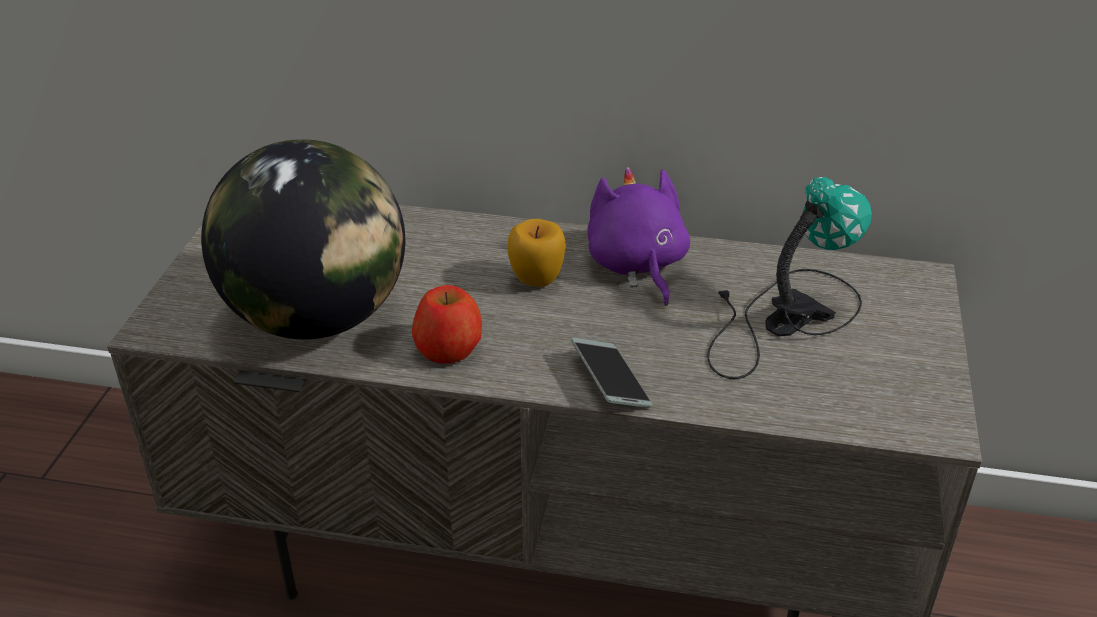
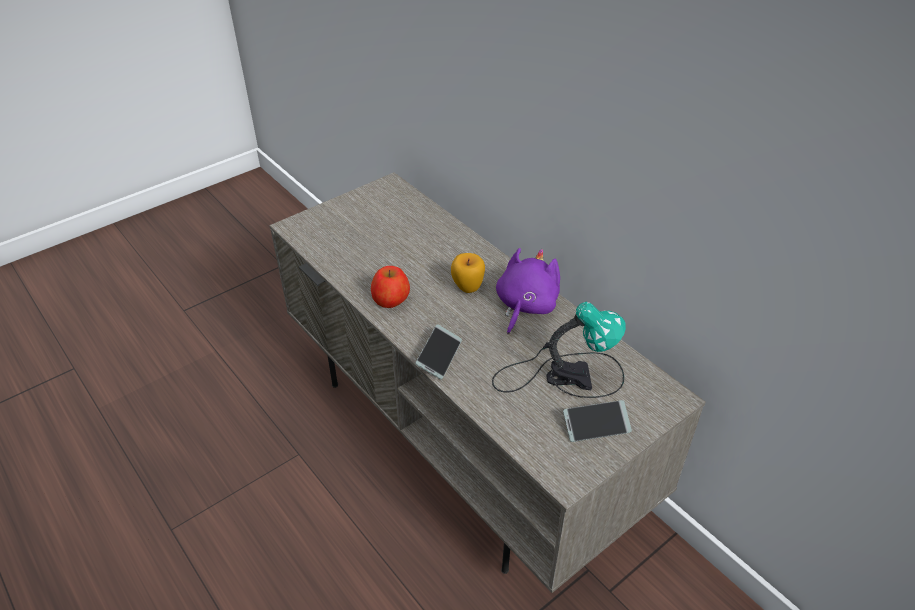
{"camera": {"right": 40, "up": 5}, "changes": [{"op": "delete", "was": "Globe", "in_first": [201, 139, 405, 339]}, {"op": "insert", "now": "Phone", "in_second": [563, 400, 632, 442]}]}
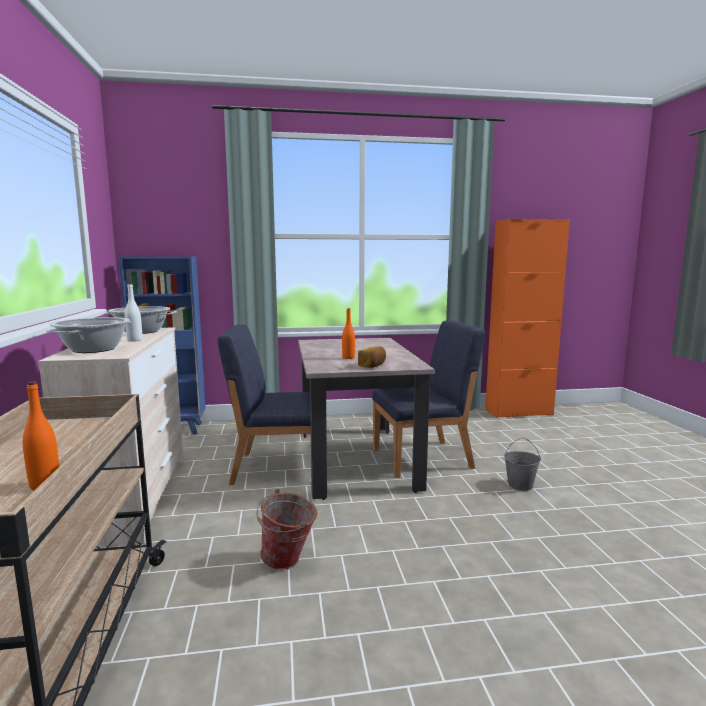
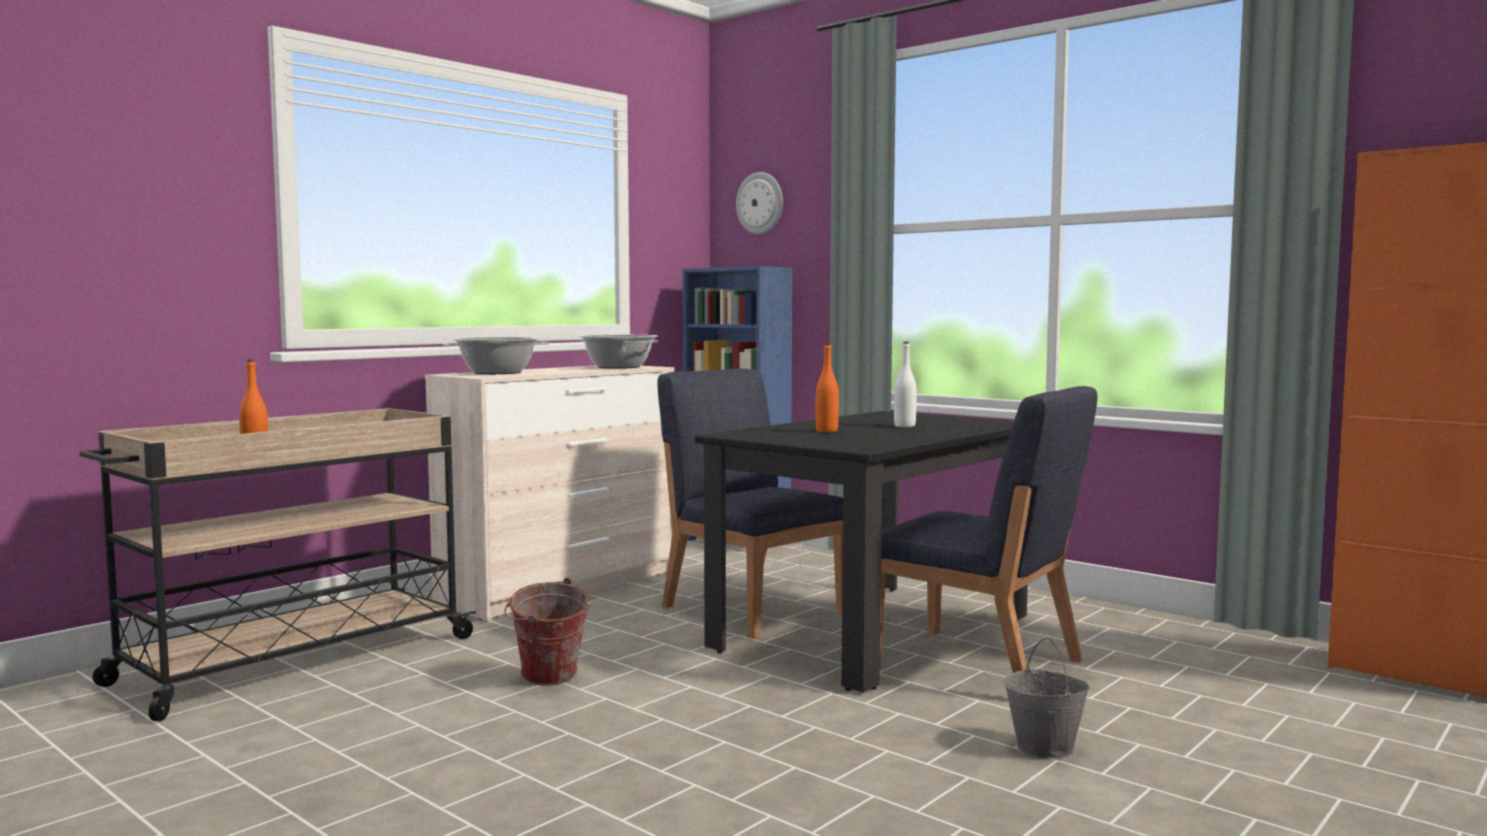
{"camera": {"right": 50, "up": -5}, "changes": [{"op": "move", "was": "WhiteBottle", "in_first": [125, 283, 142, 342], "in_second": [894, 342, 917, 427]}, {"op": "recolor", "was": "BeigeDiningTable", "now": "BlackDiningTable", "in_first": [298, 338, 435, 500], "in_second": [695, 411, 1028, 692]}, {"op": "delete", "was": "Bread", "in_first": [358, 346, 386, 368]}, {"op": "insert", "now": "WallClock", "in_second": [736, 172, 783, 234]}]}
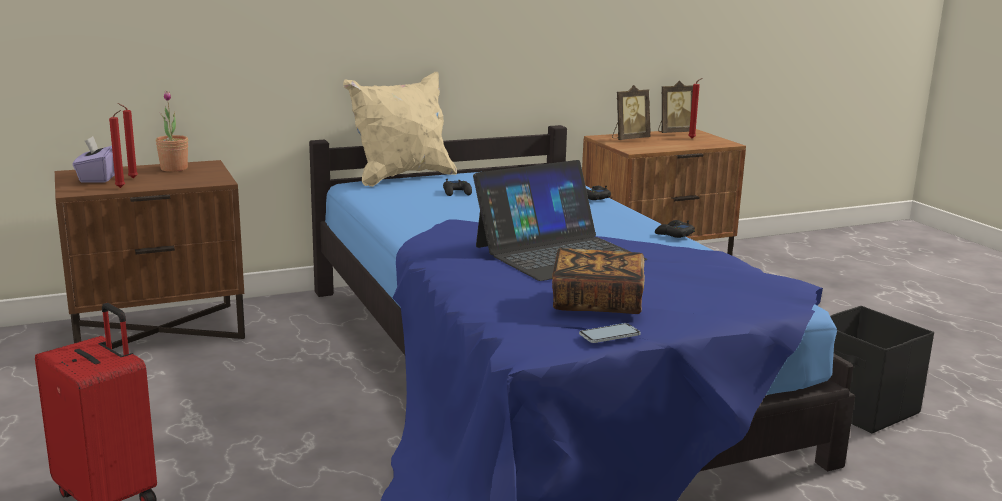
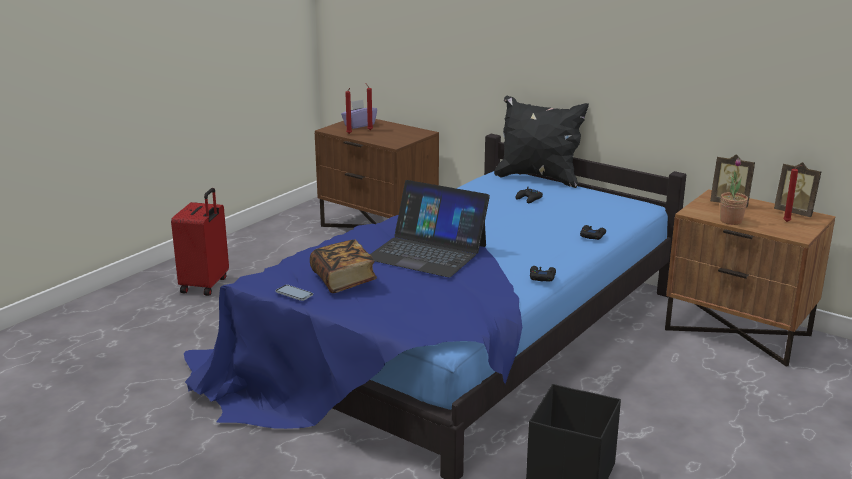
{"camera": {"right": 60, "up": 5}, "changes": [{"op": "recolor", "was": "BeigePillow", "now": "BlackPillow", "in_first": [343, 72, 457, 187], "in_second": [494, 95, 589, 188]}, {"op": "move", "was": "PottedPlant", "in_first": [156, 91, 188, 172], "in_second": [720, 158, 748, 225]}]}
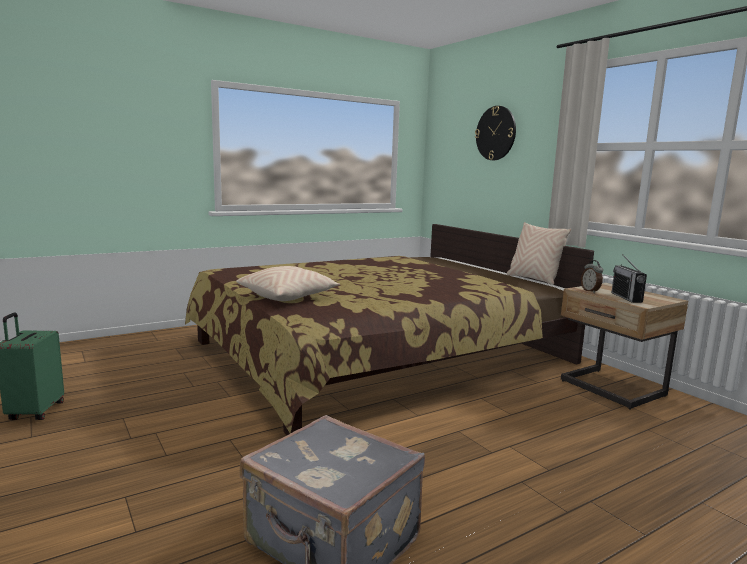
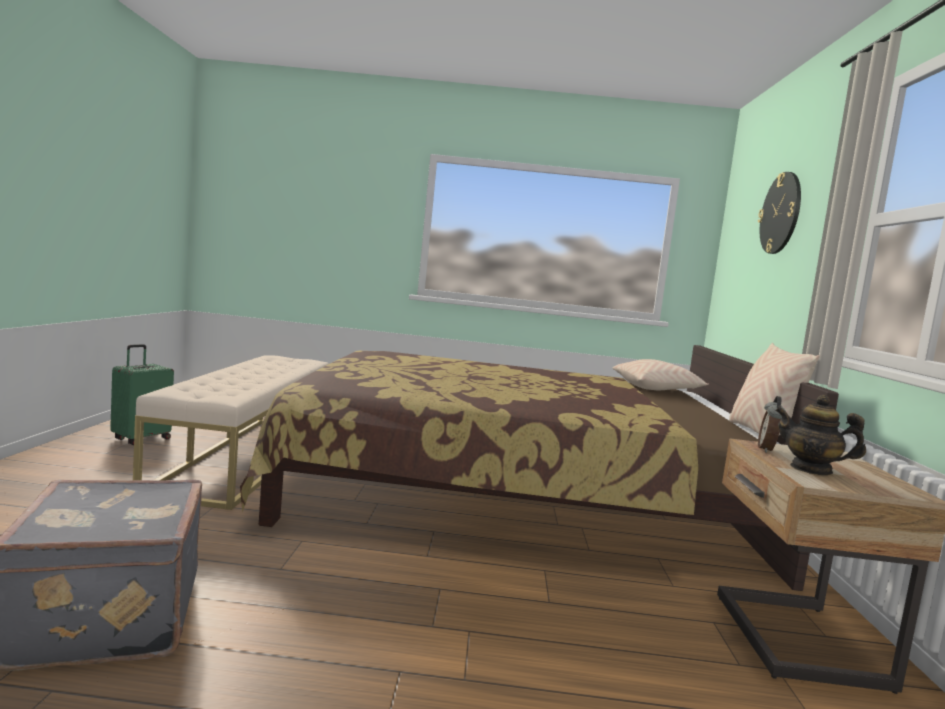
{"camera": {"right": 35, "up": -5}, "changes": [{"op": "replace", "was": "Radio", "now": "Teapot", "in_first": [612, 254, 647, 303], "in_second": [775, 395, 866, 475]}, {"op": "move", "was": "BeigePillow", "in_first": [236, 266, 340, 301], "in_second": [613, 359, 709, 390]}, {"op": "insert", "now": "BeigeBench", "in_second": [133, 355, 329, 510]}]}
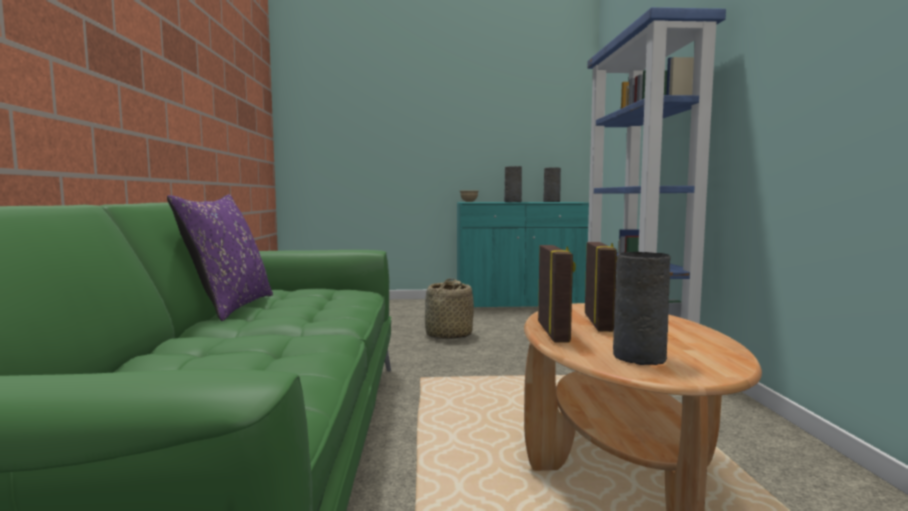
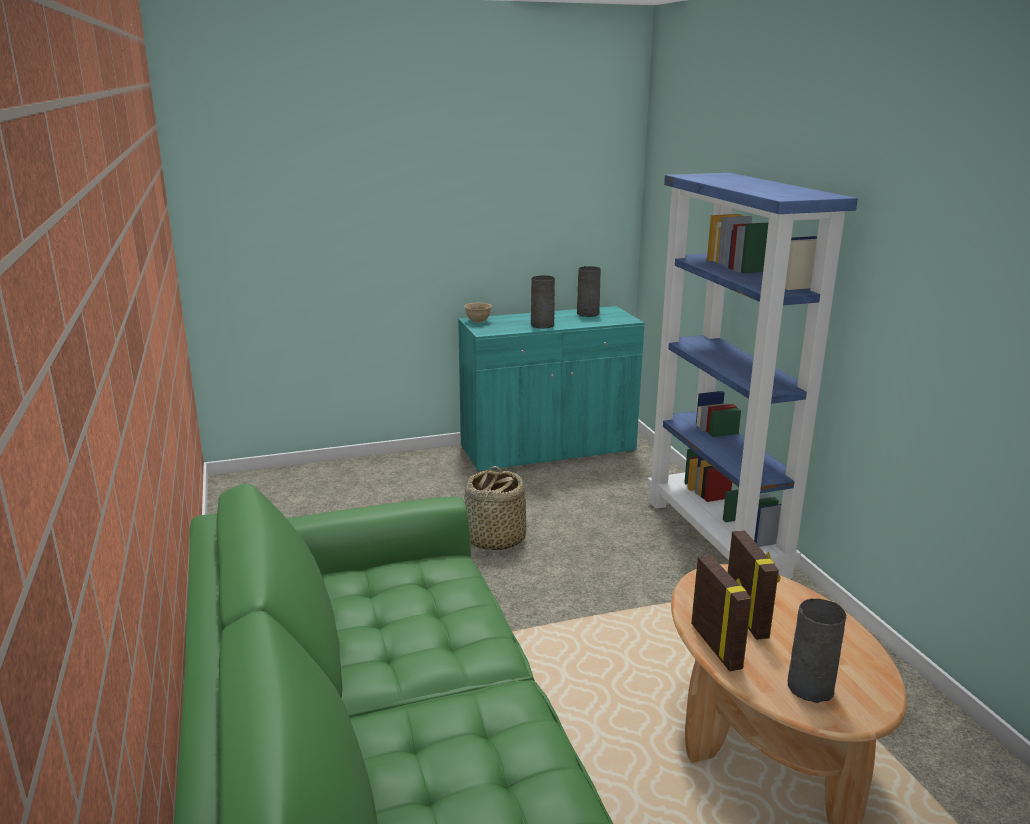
{"camera": {"right": -15, "up": 15}, "changes": [{"op": "delete", "was": "PurplePillow", "in_first": [167, 194, 273, 321]}]}
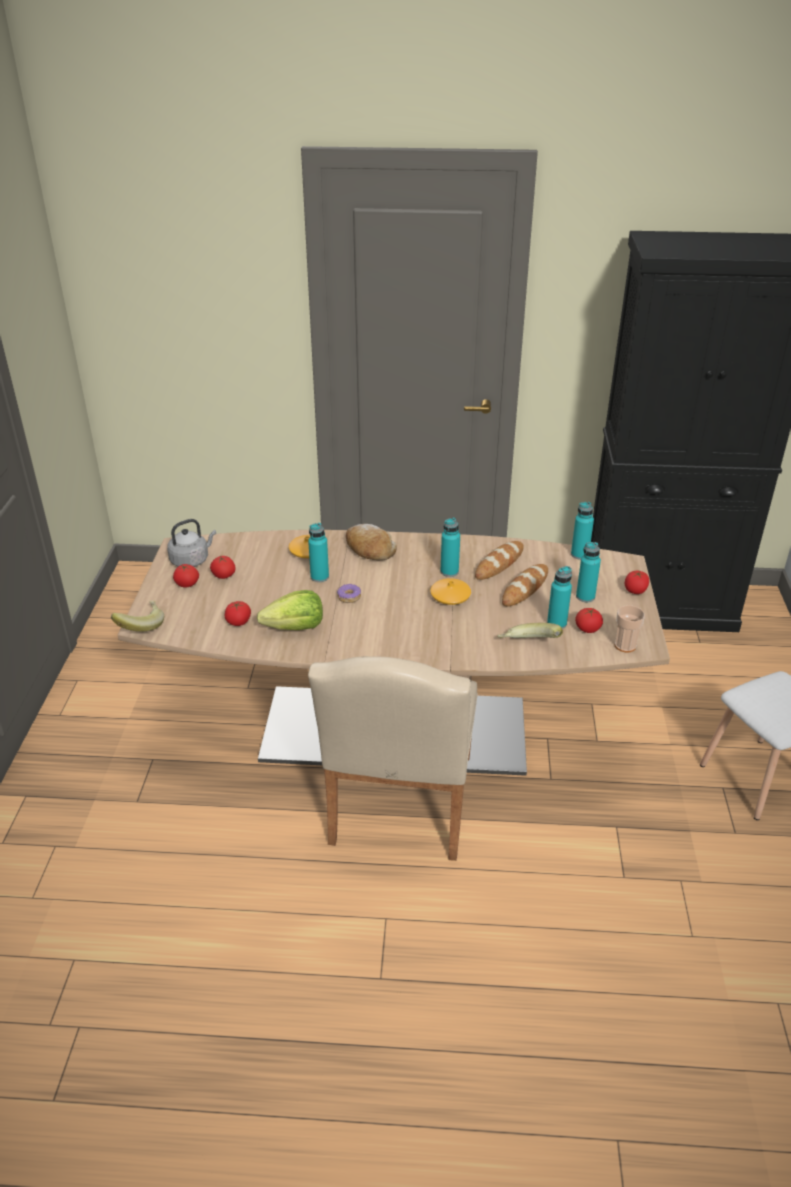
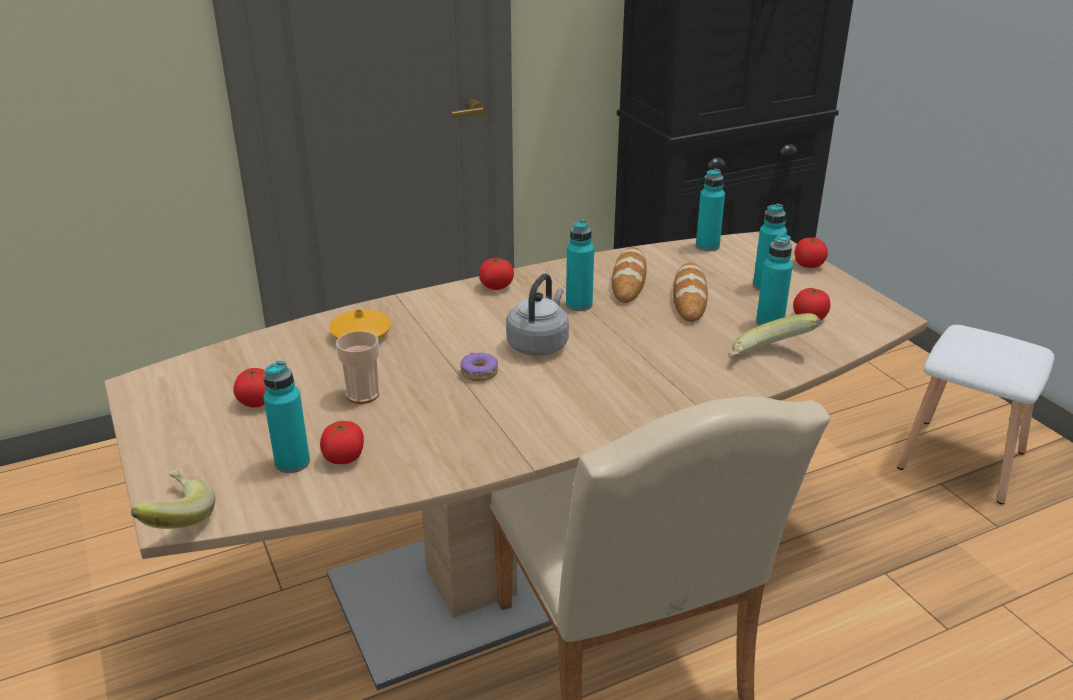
{"camera": {"right": -30, "up": -5}, "changes": [{"op": "move", "was": "GreyKettle", "in_first": [167, 519, 216, 567], "in_second": [506, 273, 569, 356]}, {"op": "move", "was": "TurquoiseBottle", "in_first": [308, 523, 329, 582], "in_second": [263, 361, 310, 473]}, {"op": "delete", "was": "Bread", "in_first": [346, 524, 396, 561]}, {"op": "move", "was": "Tomato", "in_first": [173, 564, 199, 588], "in_second": [479, 258, 514, 290]}, {"op": "delete", "was": "OrangeVase", "in_first": [430, 578, 471, 605]}, {"op": "delete", "was": "Lettuce", "in_first": [257, 590, 323, 630]}, {"op": "move", "was": "Cup", "in_first": [615, 605, 645, 653], "in_second": [336, 331, 379, 404]}]}
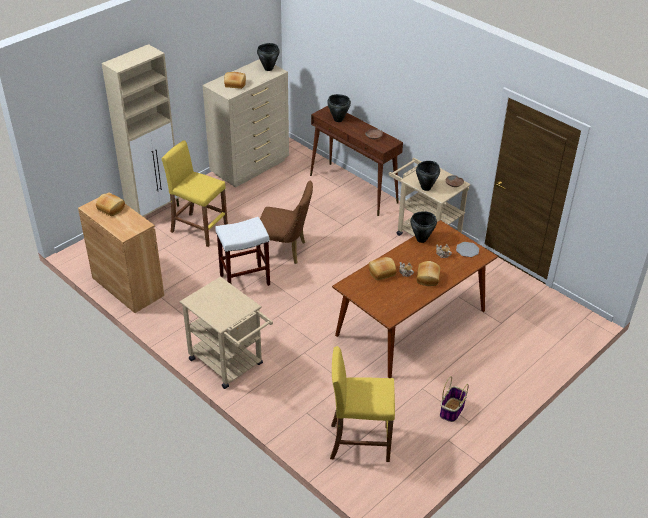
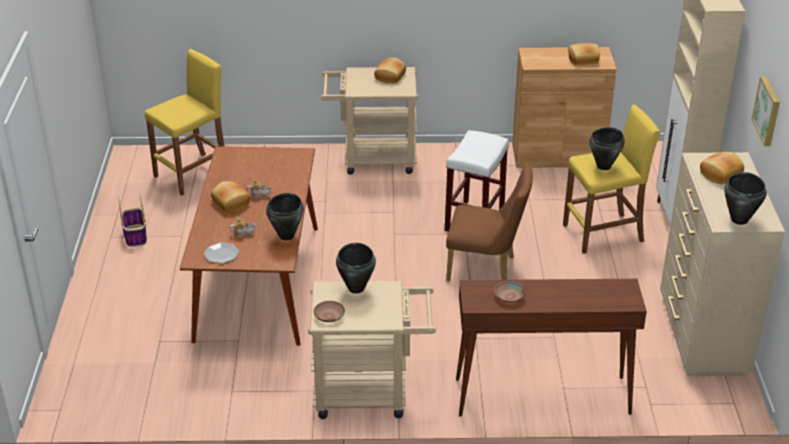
{"camera": {"right": 135, "up": -5}, "changes": [{"op": "move", "was": "BlackCookingPot", "in_first": [327, 94, 351, 122], "in_second": [589, 127, 625, 170]}, {"op": "rotate", "was": "BrownChair", "in_first": [256, 181, 313, 264], "in_second": [446, 164, 533, 281], "clockwise": -135}, {"op": "move", "was": "Bread", "in_first": [368, 257, 396, 280], "in_second": [374, 57, 406, 84]}, {"op": "insert", "now": "Picture", "in_second": [752, 77, 780, 146]}]}
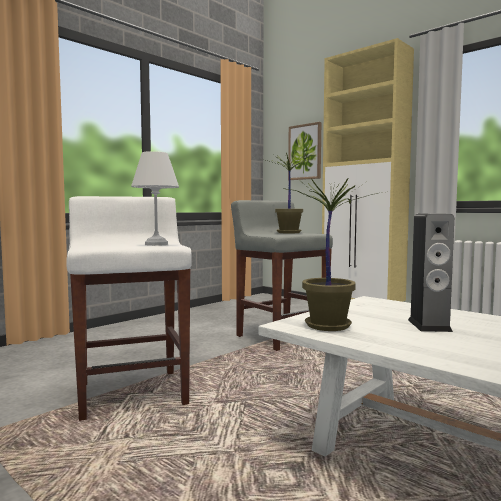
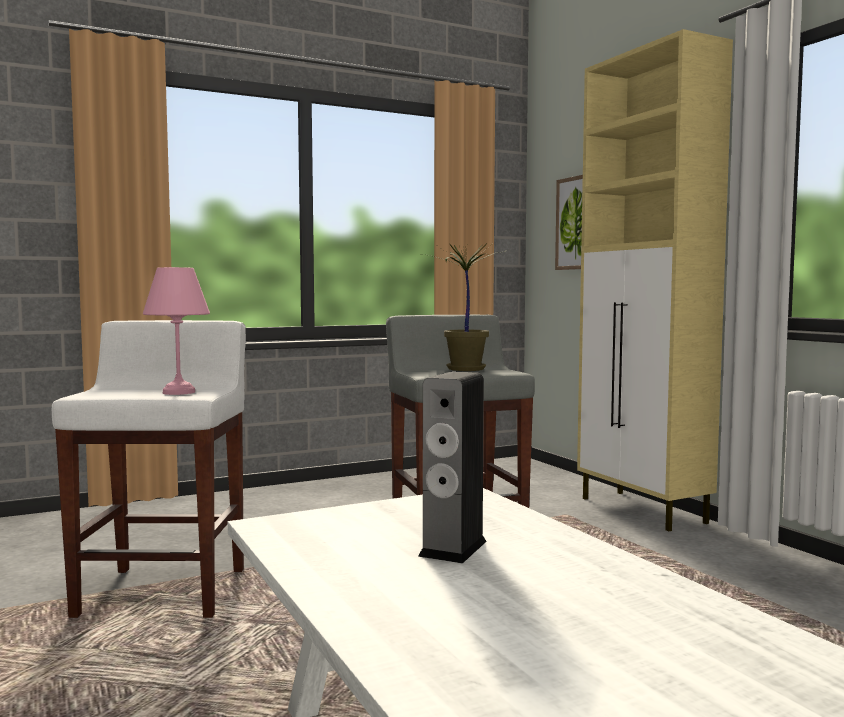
{"camera": {"right": 20, "up": 0}, "changes": [{"op": "recolor", "was": "WhiteTableLamp", "now": "PinkTableLamp", "in_first": [131, 151, 179, 246], "in_second": [143, 267, 210, 395]}, {"op": "delete", "was": "PottedPlant", "in_first": [282, 177, 383, 331]}]}
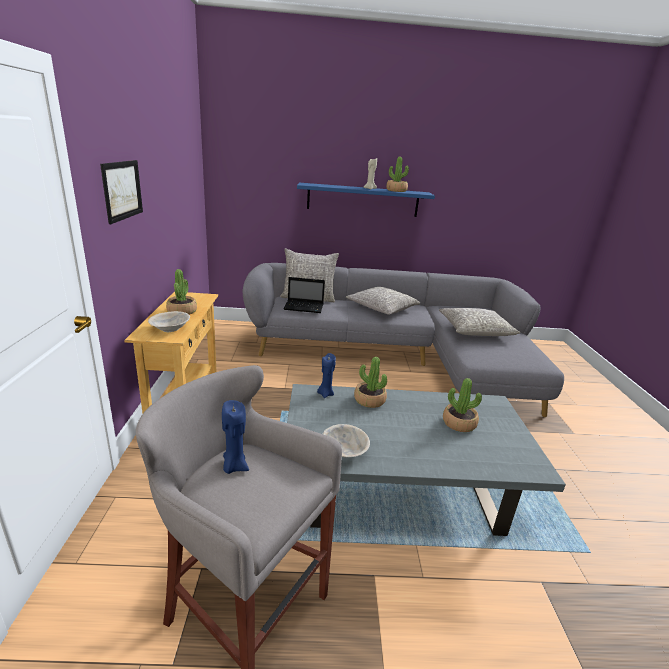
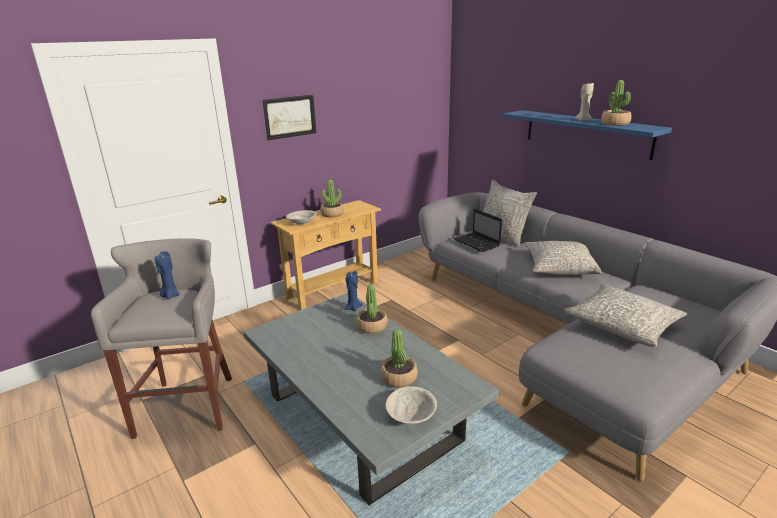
{"camera": {"right": 55, "up": 0}, "changes": [{"op": "move", "was": "BeigeBowl", "in_first": [323, 424, 370, 457], "in_second": [385, 386, 437, 424]}]}
